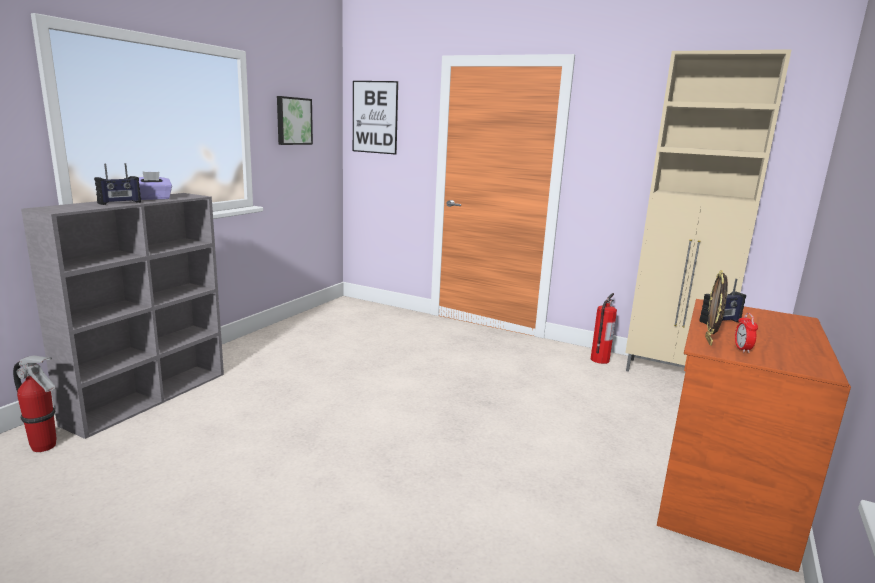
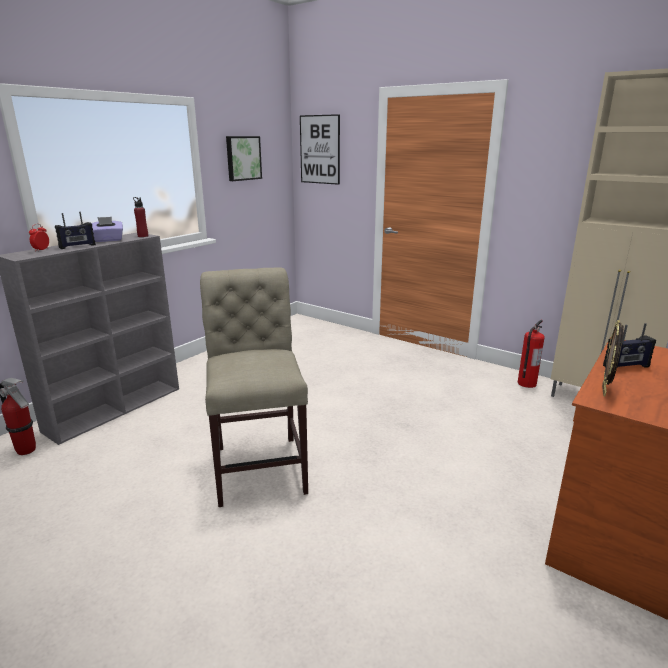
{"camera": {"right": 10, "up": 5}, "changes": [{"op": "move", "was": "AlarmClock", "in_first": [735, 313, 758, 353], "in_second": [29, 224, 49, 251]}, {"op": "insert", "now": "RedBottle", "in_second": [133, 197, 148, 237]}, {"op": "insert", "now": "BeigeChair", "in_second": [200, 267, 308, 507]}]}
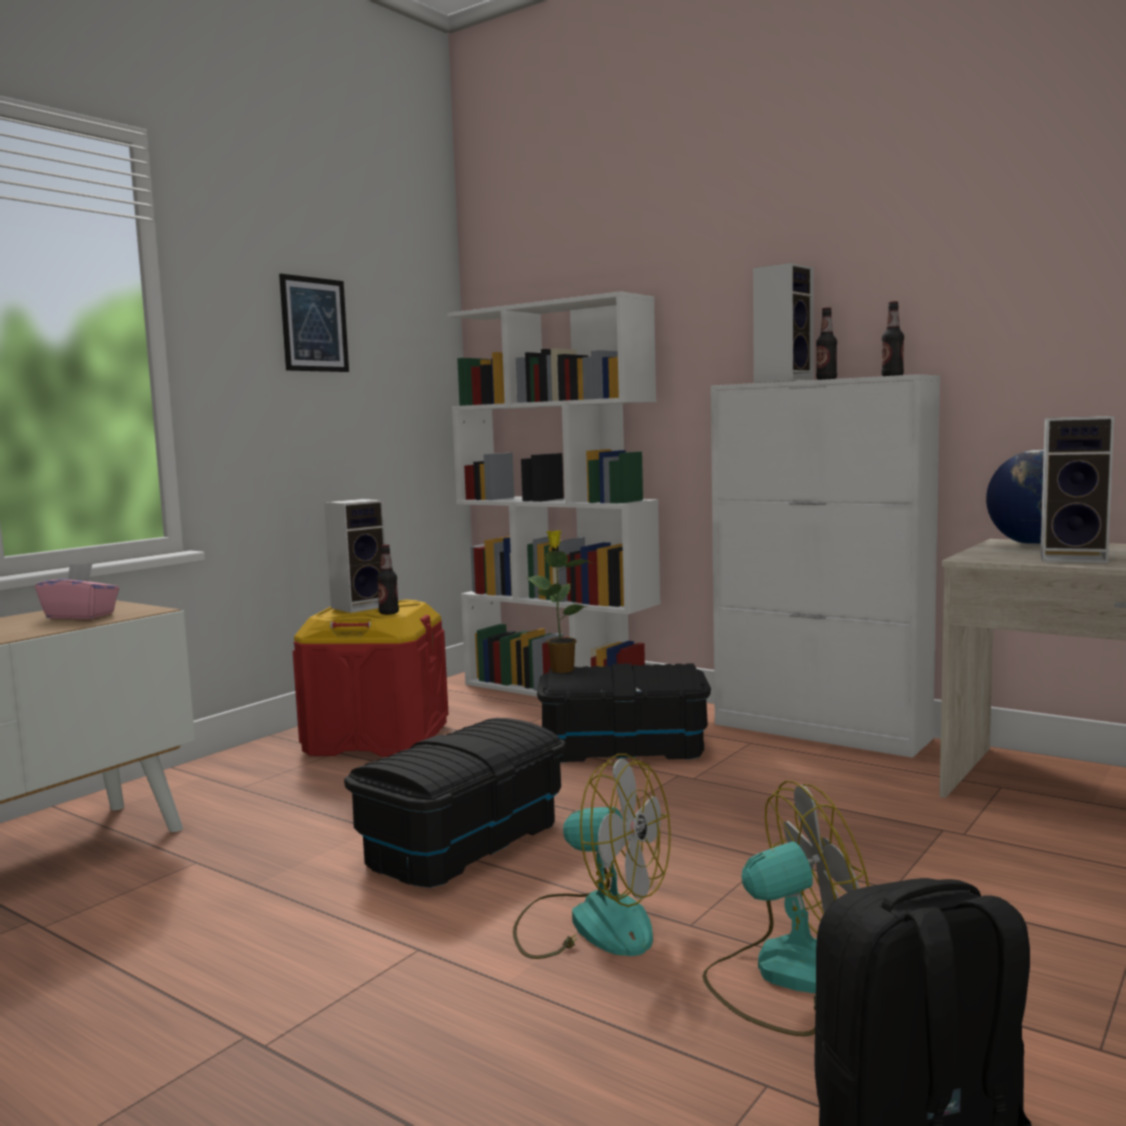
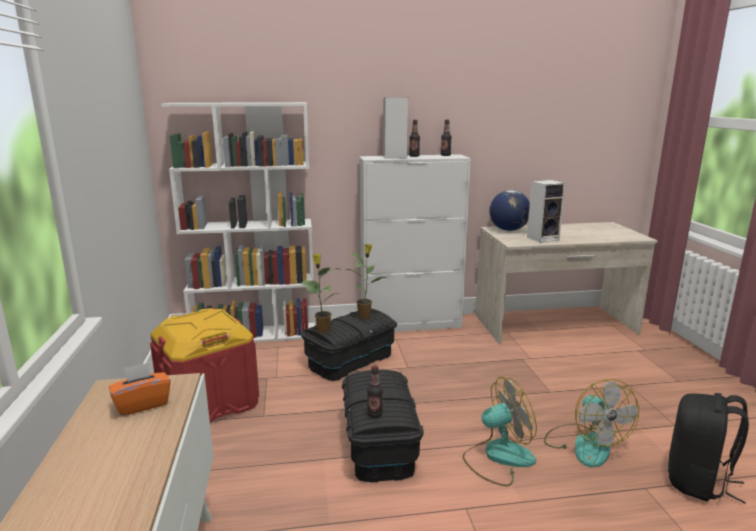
{"camera": {"right": -45, "up": 10}, "changes": [{"op": "delete", "was": "Picture", "in_first": [279, 274, 349, 372]}, {"op": "delete", "was": "Speaker", "in_first": [324, 499, 386, 613]}, {"op": "move", "was": "Bottle", "in_first": [377, 544, 399, 615], "in_second": [367, 365, 383, 418]}, {"op": "recolor", "was": "PinkTissueBox", "now": "OrangeTissueBox", "in_first": [35, 564, 119, 619], "in_second": [109, 362, 171, 416]}, {"op": "rotate", "was": "Fan", "in_first": [702, 780, 869, 1036], "in_second": [544, 379, 639, 467], "clockwise": 135}, {"op": "insert", "now": "PottedPlant", "in_second": [343, 244, 387, 319]}]}
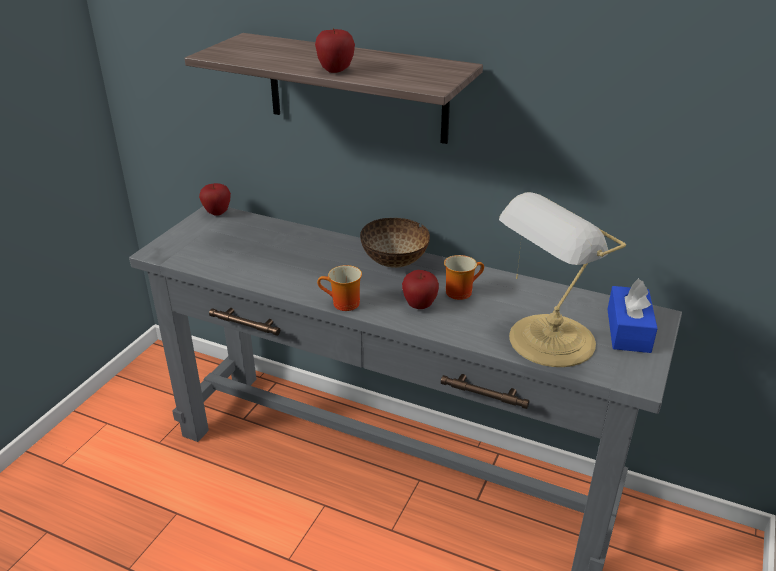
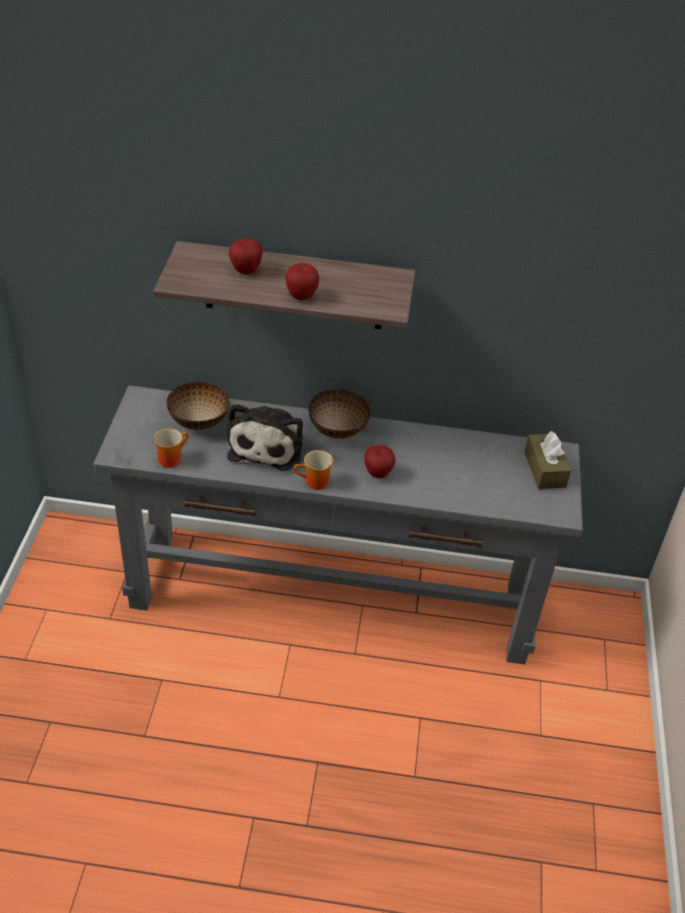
{"camera": {"right": -20, "up": 10}, "changes": [{"op": "move", "was": "Apple", "in_first": [199, 183, 231, 216], "in_second": [229, 238, 263, 274]}, {"op": "delete", "was": "TableLamp", "in_first": [499, 192, 626, 367]}, {"op": "move", "was": "Mug", "in_first": [444, 255, 484, 300], "in_second": [154, 429, 189, 468]}, {"op": "recolor", "was": "BlueTissueBox", "now": "BrownTissueBox", "in_first": [607, 279, 658, 353], "in_second": [524, 431, 571, 489]}, {"op": "insert", "now": "Bowl", "in_second": [167, 382, 229, 430]}, {"op": "insert", "now": "PlushToy", "in_second": [227, 403, 303, 471]}]}
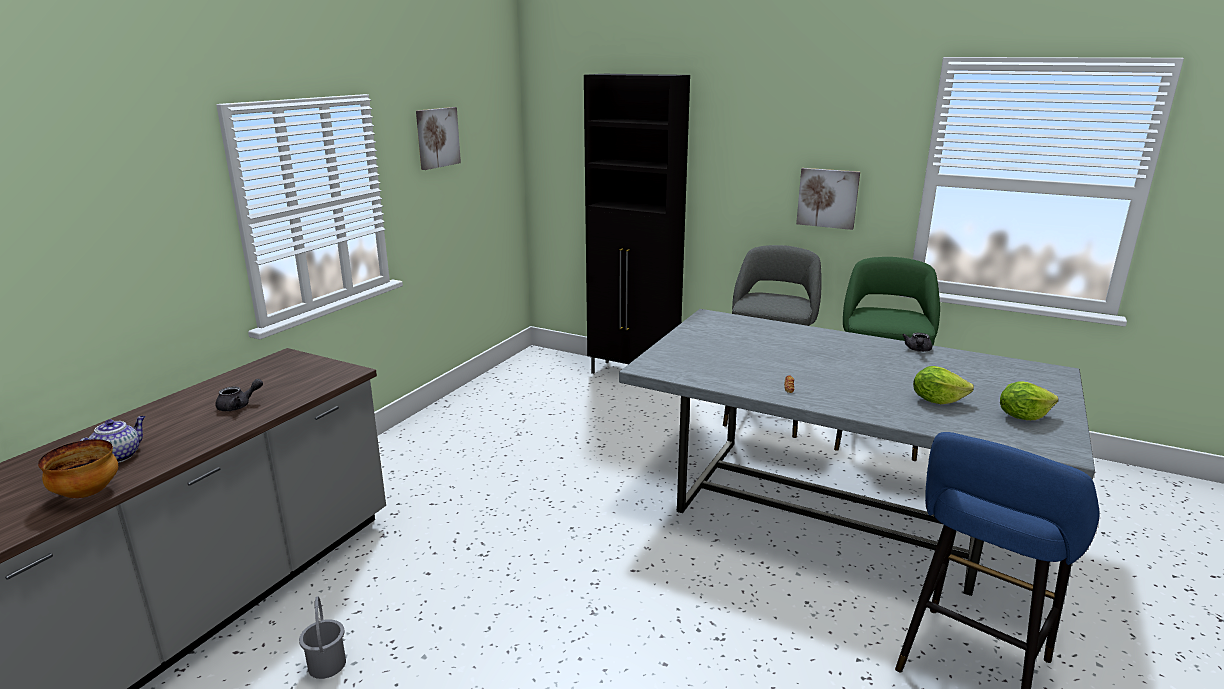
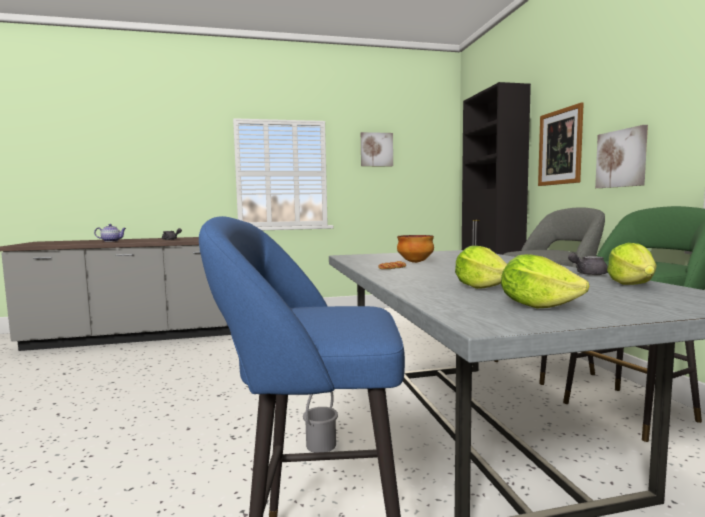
{"camera": {"right": 50, "up": -15}, "changes": [{"op": "move", "was": "Bowl", "in_first": [38, 439, 118, 498], "in_second": [397, 235, 434, 263]}, {"op": "move", "was": "GreyBucket", "in_first": [299, 597, 346, 679], "in_second": [303, 391, 338, 453]}, {"op": "insert", "now": "Picture", "in_second": [538, 102, 584, 186]}, {"op": "insert", "now": "Lettuce", "in_second": [607, 243, 656, 285]}]}
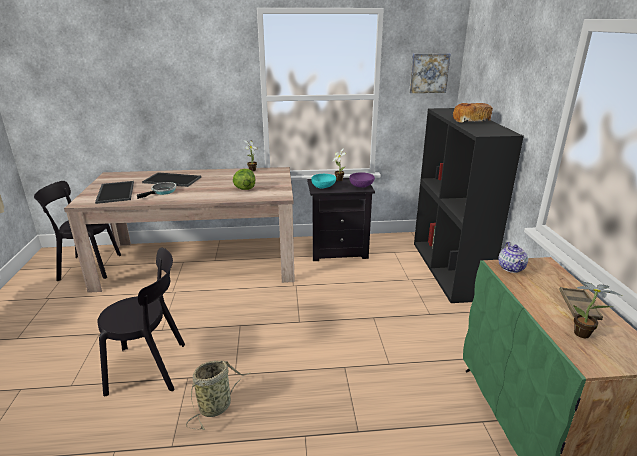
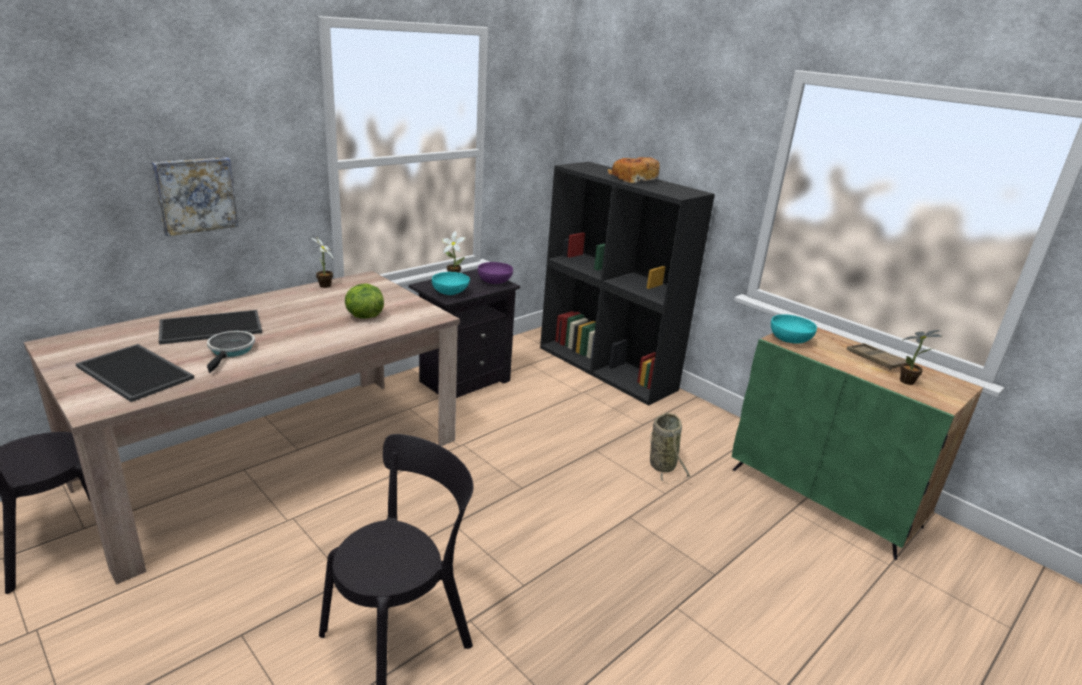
{"camera": {"right": -40, "up": 0}, "changes": [{"op": "move", "was": "Picture", "in_first": [409, 53, 450, 93], "in_second": [152, 157, 238, 236]}, {"op": "replace", "was": "Teapot", "now": "TurquoiseBowl", "in_first": [498, 242, 528, 273], "in_second": [771, 314, 817, 344]}, {"op": "move", "was": "Basket", "in_first": [186, 361, 250, 430], "in_second": [650, 413, 691, 483]}]}
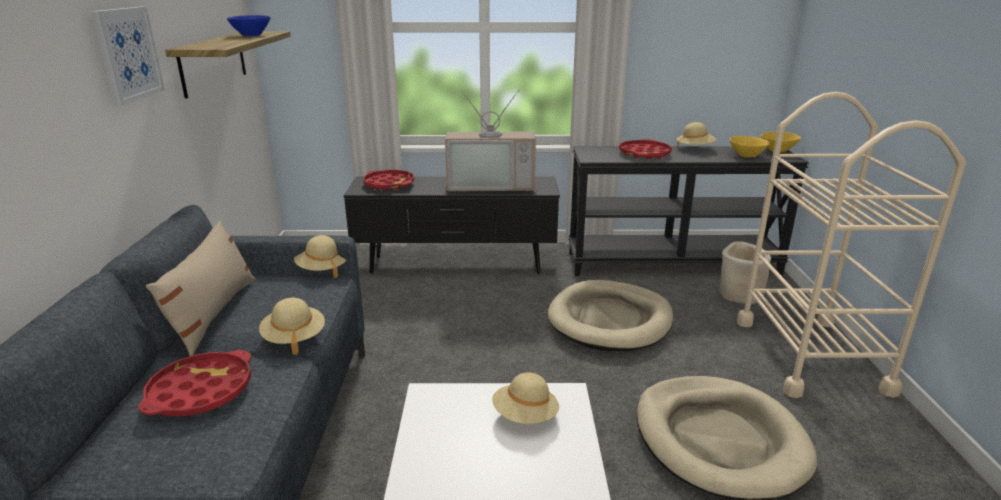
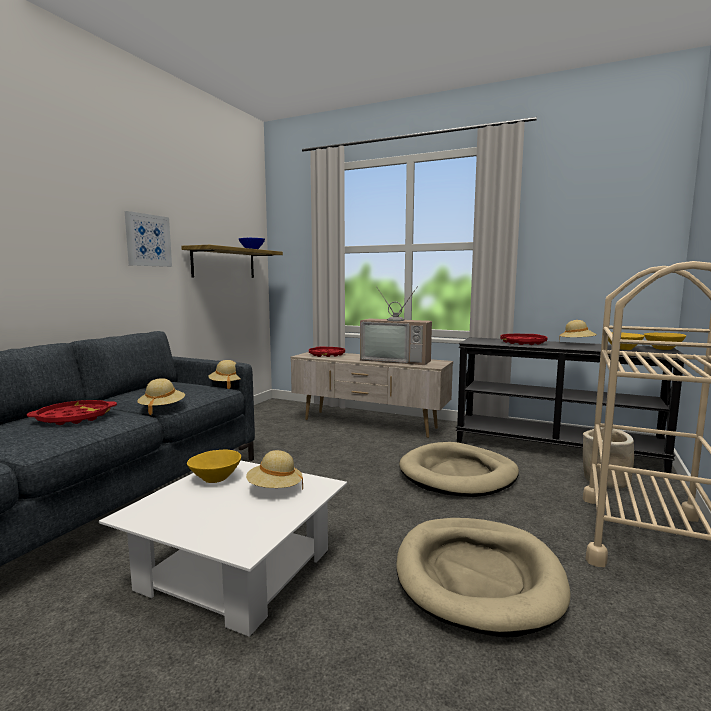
{"camera": {"right": 25, "up": -15}, "changes": [{"op": "recolor", "was": "BlackTvStand", "now": "BeigeTvStand", "in_first": [344, 177, 560, 274], "in_second": [291, 352, 453, 438]}, {"op": "delete", "was": "BeigePillow", "in_first": [146, 220, 256, 356]}, {"op": "insert", "now": "YellowBowl", "in_second": [187, 450, 241, 483]}]}
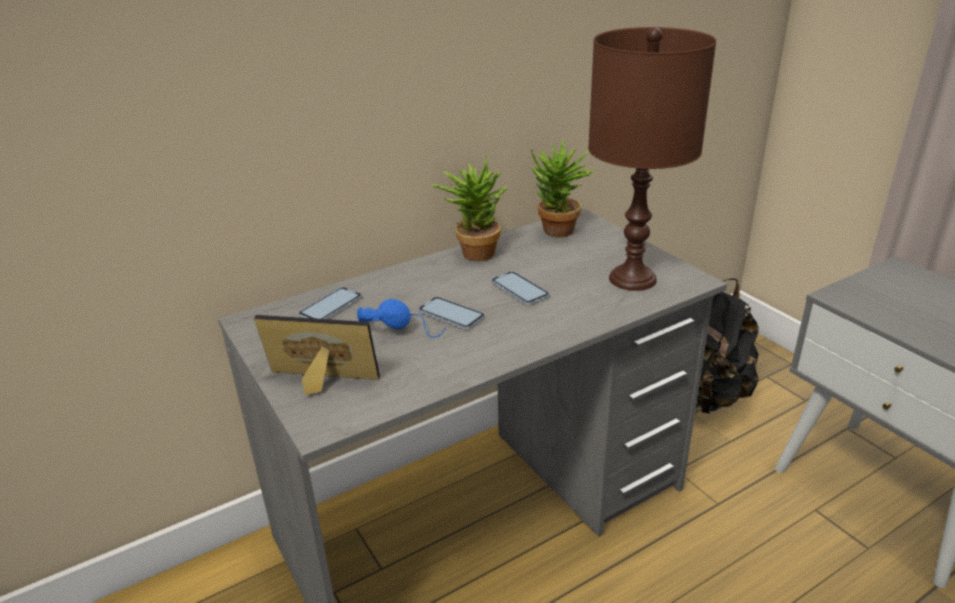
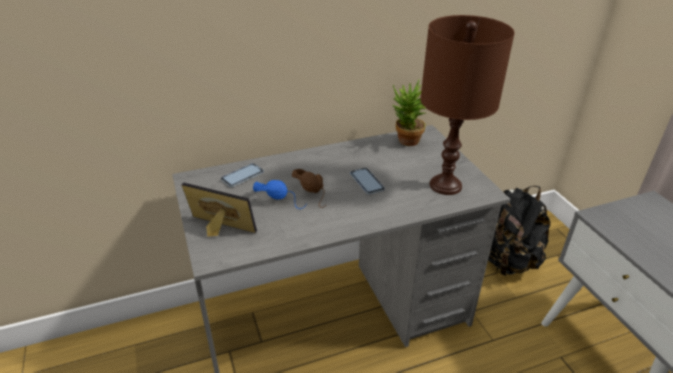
{"camera": {"right": 10, "up": 5}, "changes": [{"op": "delete", "was": "PottedPlant", "in_first": [431, 155, 508, 261]}, {"op": "replace", "was": "Phone", "now": "BrownHeadphones", "in_first": [418, 297, 485, 330], "in_second": [292, 169, 326, 208]}]}
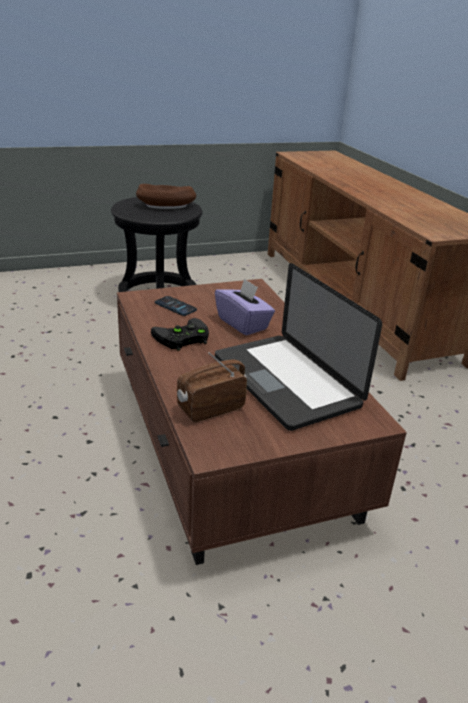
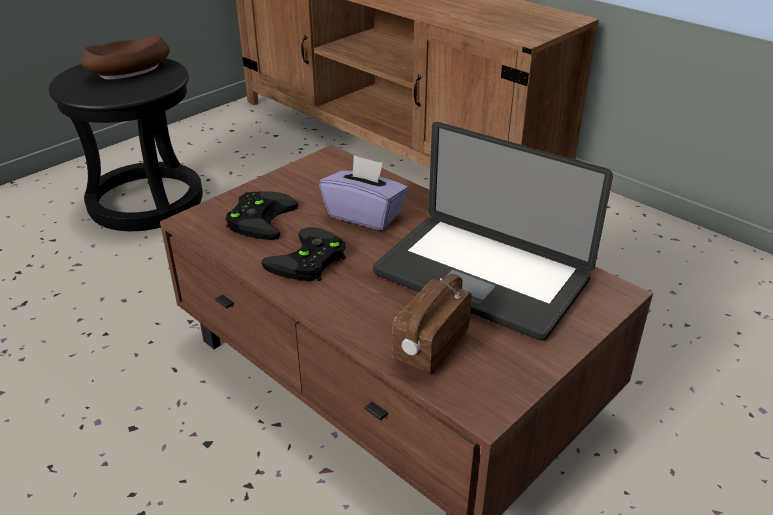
{"camera": {"right": -25, "up": 5}, "changes": [{"op": "replace", "was": "Phone", "now": "BlackGameController", "in_first": [155, 296, 197, 316], "in_second": [226, 191, 298, 240]}]}
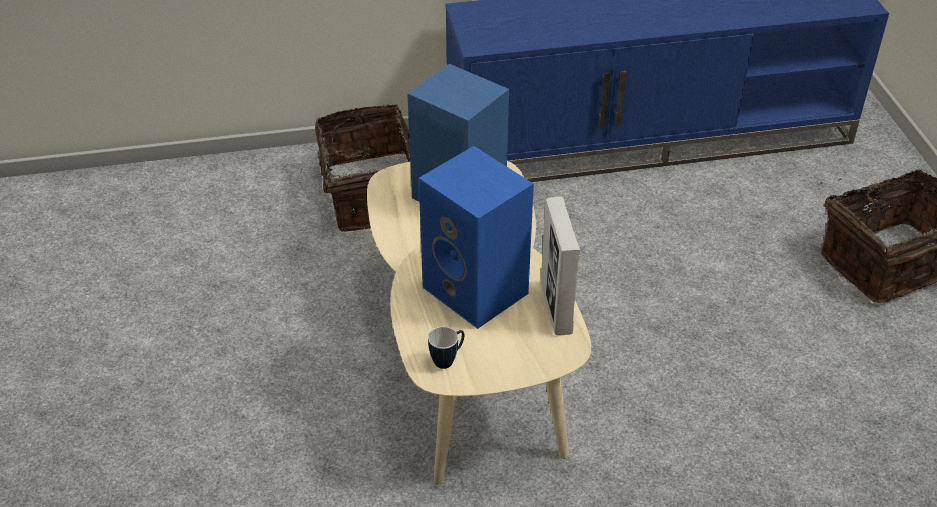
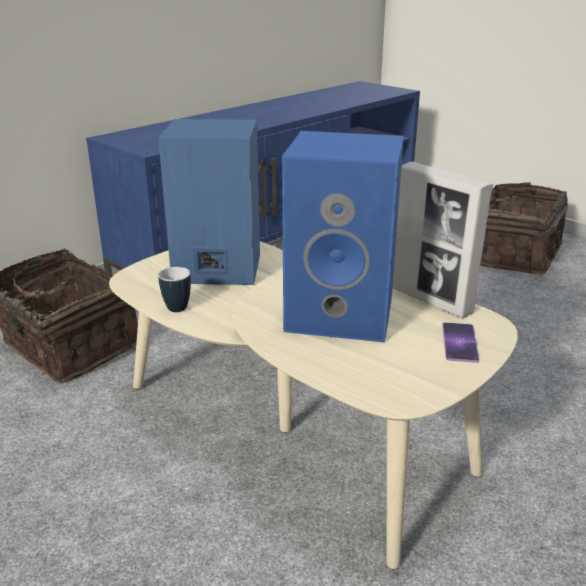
{"camera": {"right": -35, "up": -15}, "changes": [{"op": "move", "was": "Mug", "in_first": [428, 327, 465, 369], "in_second": [158, 267, 191, 312]}, {"op": "insert", "now": "Phone", "in_second": [442, 322, 479, 363]}]}
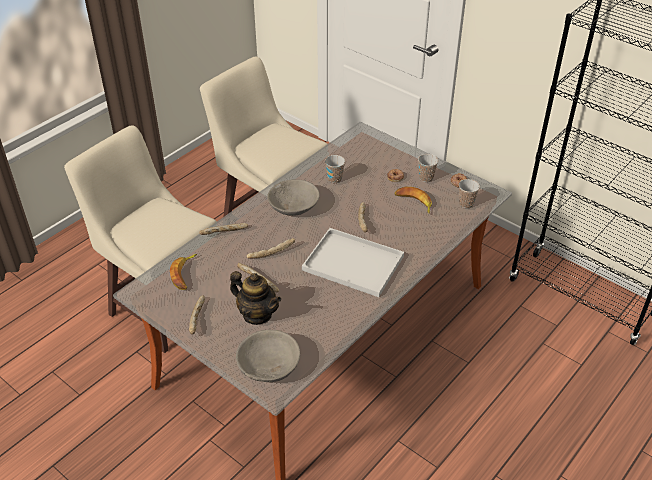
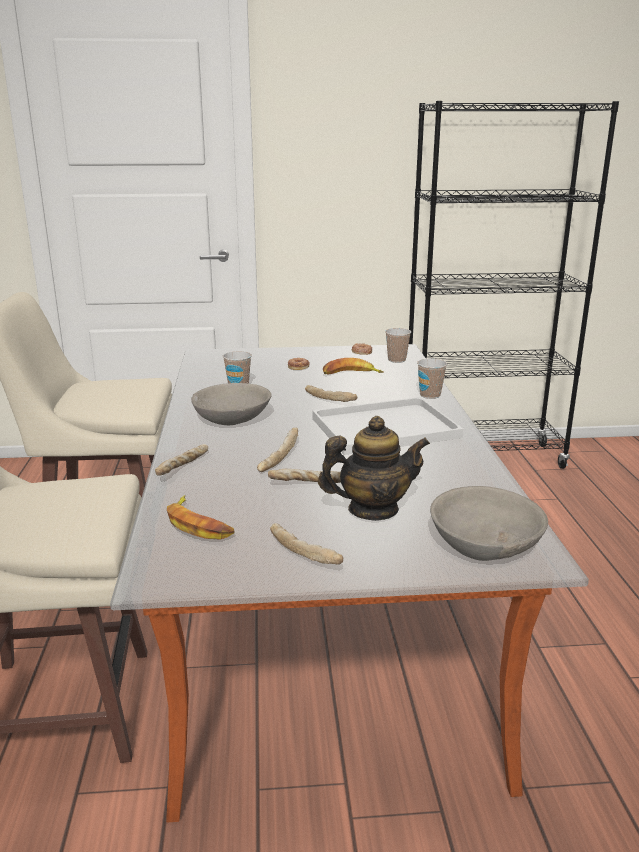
{"camera": {"right": -45, "up": -20}, "changes": [{"op": "move", "was": "Cup", "in_first": [418, 154, 438, 182], "in_second": [417, 358, 447, 399]}]}
